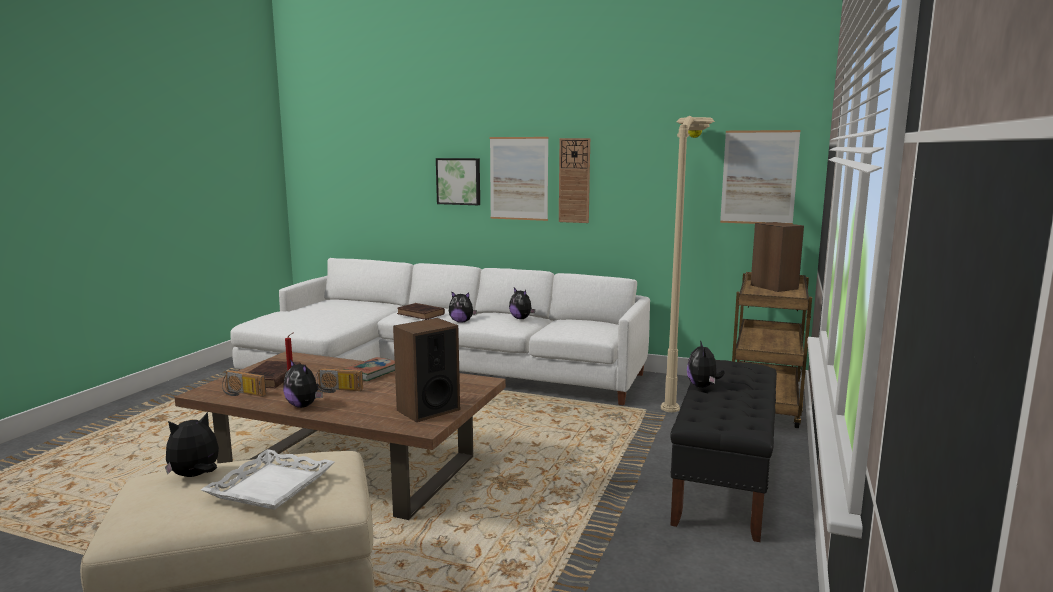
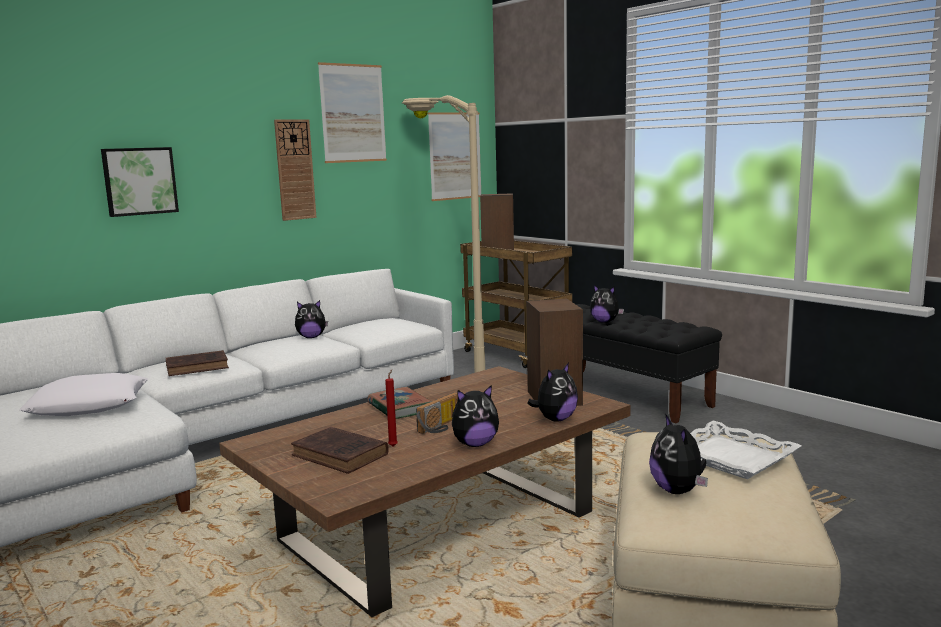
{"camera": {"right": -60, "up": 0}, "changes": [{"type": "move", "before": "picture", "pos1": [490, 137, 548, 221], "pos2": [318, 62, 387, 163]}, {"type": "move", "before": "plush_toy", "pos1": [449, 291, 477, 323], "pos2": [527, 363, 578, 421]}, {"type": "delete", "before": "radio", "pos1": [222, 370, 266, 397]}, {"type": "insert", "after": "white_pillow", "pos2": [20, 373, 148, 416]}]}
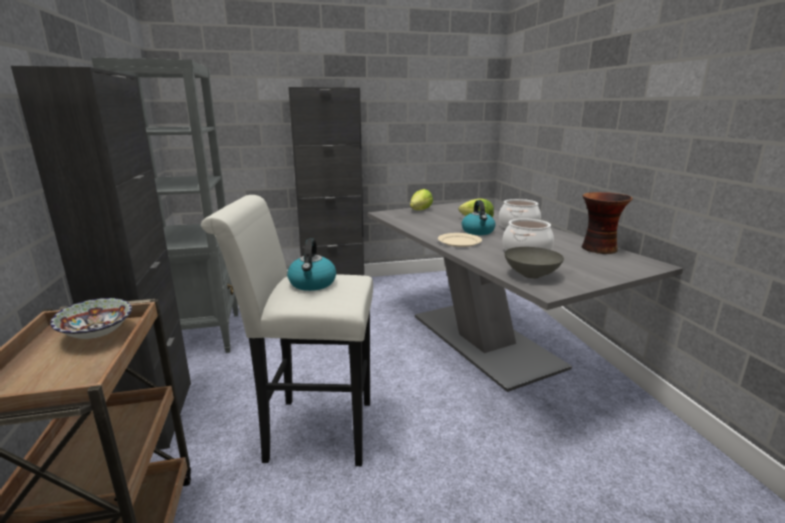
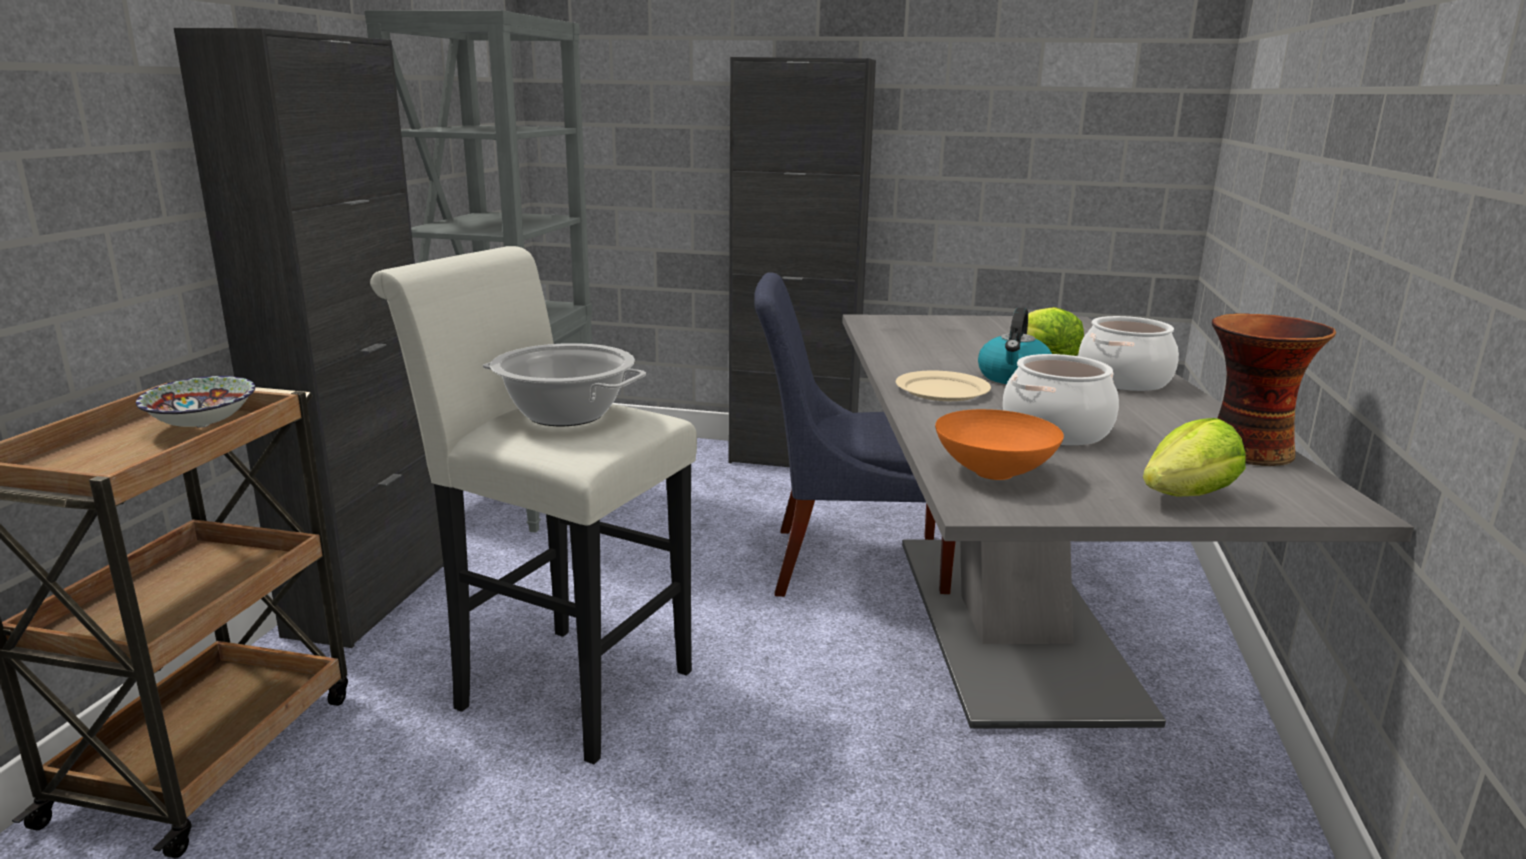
{"camera": {"right": 25, "up": 0}, "changes": [{"type": "move", "before": "lettuce", "pos1": [410, 189, 433, 210], "pos2": [1143, 418, 1246, 497]}, {"type": "replace", "before": "kettle", "after": "cooking_pot", "pos1": [287, 239, 336, 291], "pos2": [483, 343, 646, 426]}, {"type": "recolor", "before": "grey_bowl", "after": "orange_bowl", "pos1": [504, 247, 564, 278], "pos2": [935, 409, 1064, 480]}, {"type": "insert", "after": "blue_chair", "pos2": [754, 272, 956, 597]}]}
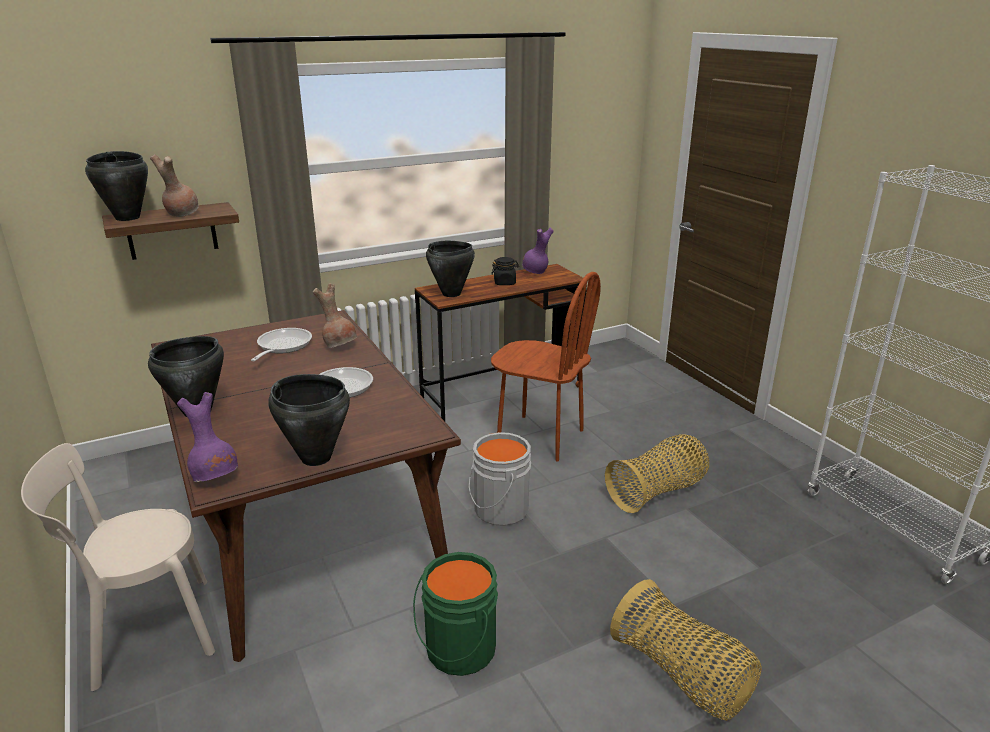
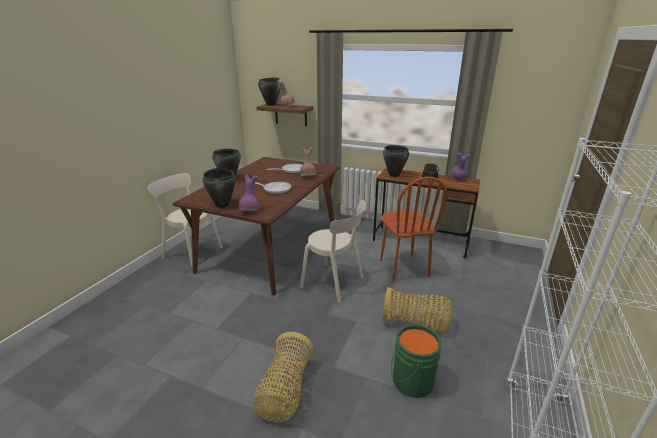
{"camera": {"right": 50, "up": 0}, "changes": [{"type": "move", "before": "purple_vase", "pos1": [177, 392, 238, 482], "pos2": [239, 175, 259, 211]}, {"type": "replace", "before": "grey_bucket", "after": "beige_chair", "pos1": [469, 432, 531, 526], "pos2": [300, 200, 366, 303]}, {"type": "move", "before": "green_bucket", "pos1": [413, 552, 498, 676], "pos2": [391, 324, 442, 398]}]}
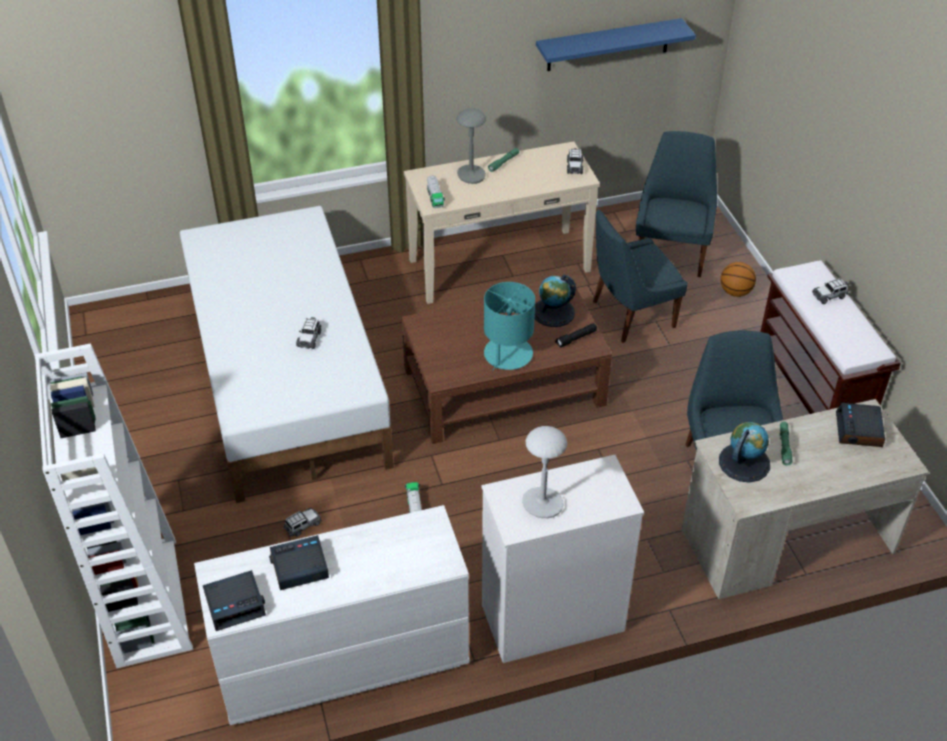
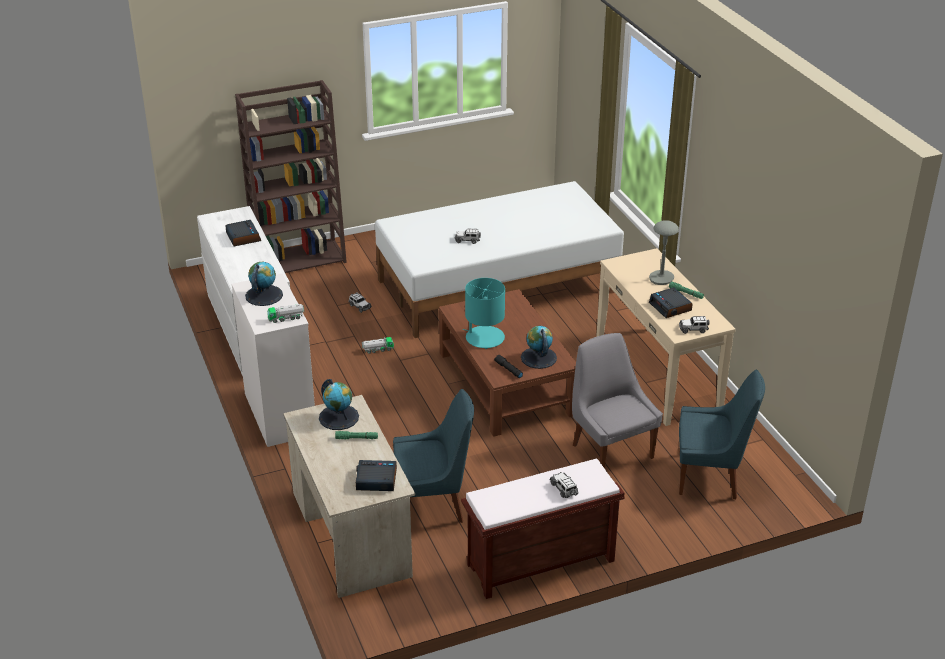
{"camera": {"right": 85, "up": -10}, "changes": [{"type": "delete", "before": "blue_shelf", "pos1": [536, 18, 696, 71]}, {"type": "move", "before": "toy_truck", "pos1": [427, 176, 445, 208], "pos2": [267, 304, 304, 323]}, {"type": "recolor", "before": "blue_chair", "after": "grey_chair", "pos1": [593, 209, 688, 343], "pos2": [572, 333, 663, 469]}, {"type": "delete", "before": "basketball", "pos1": [721, 262, 756, 297]}, {"type": "recolor", "before": "white_bookcase", "after": "brown_bookcase", "pos1": [34, 343, 193, 668], "pos2": [235, 80, 347, 273]}, {"type": "replace", "before": "grey_table_lamp", "after": "globe", "pos1": [522, 426, 567, 518], "pos2": [245, 262, 283, 306]}, {"type": "move", "before": "alarm_clock", "pos1": [203, 570, 266, 631], "pos2": [649, 288, 693, 318]}]}
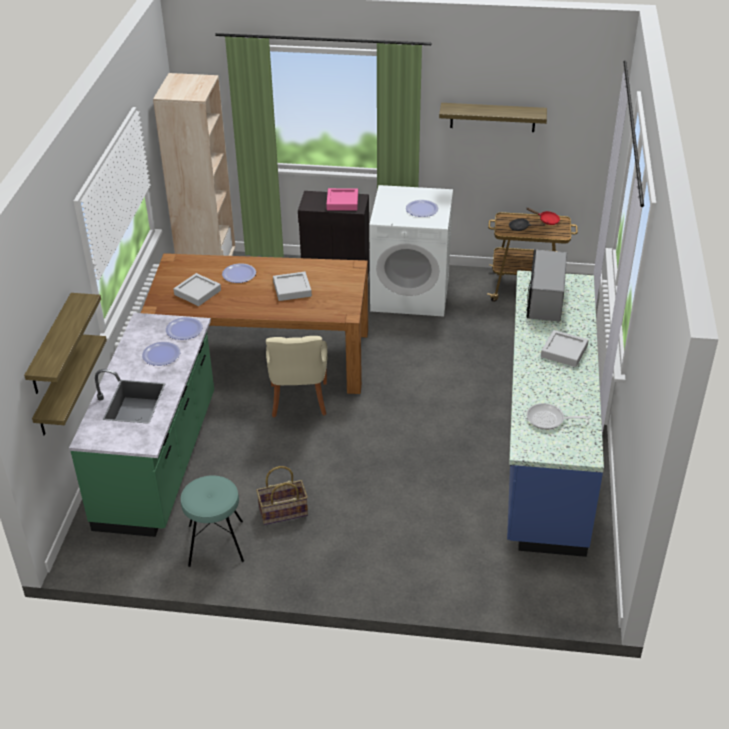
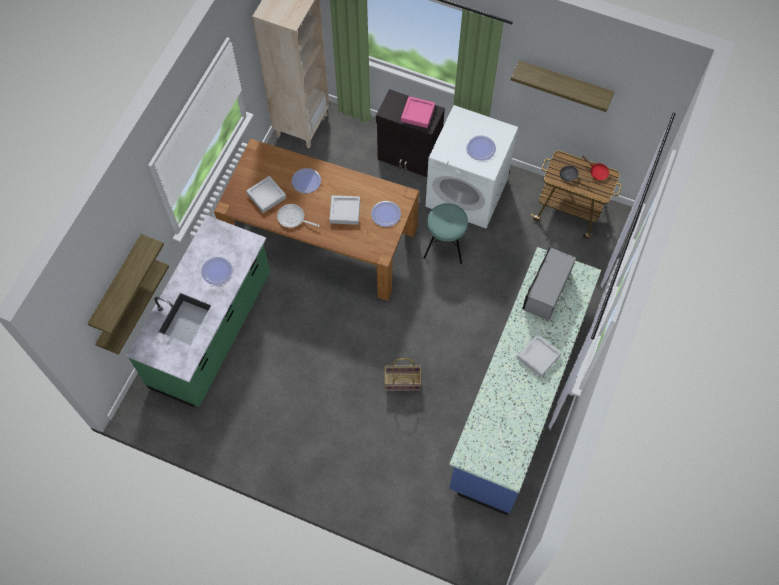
{"camera": {"right": 15, "up": 25}, "changes": [{"type": "move", "before": "plate", "pos1": [166, 317, 203, 340], "pos2": [371, 201, 401, 227]}, {"type": "delete", "before": "beige_chair", "pos1": [266, 336, 327, 417]}, {"type": "move", "before": "frying_pan", "pos1": [526, 403, 591, 430], "pos2": [277, 204, 320, 228]}, {"type": "move", "before": "basket", "pos1": [256, 466, 308, 525], "pos2": [385, 358, 422, 391]}, {"type": "move", "before": "turquoise_stool", "pos1": [181, 475, 244, 567], "pos2": [424, 203, 468, 264]}]}
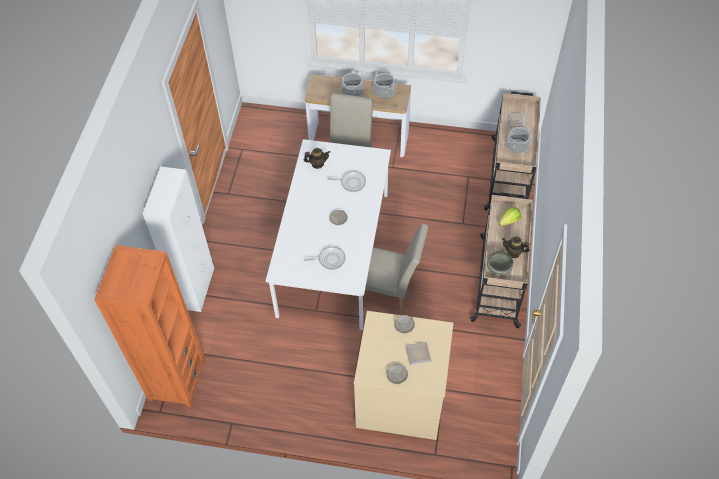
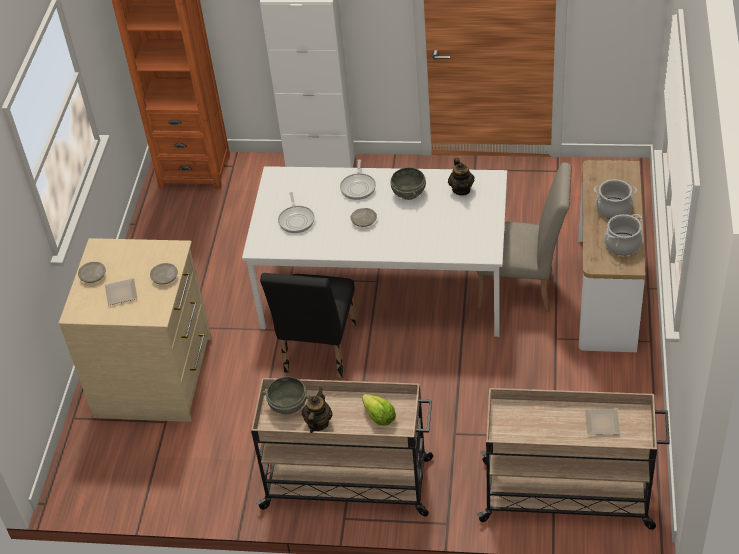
{"camera": {"right": 90, "up": -10}, "changes": [{"type": "delete", "before": "cooking_pot", "pos1": [506, 127, 531, 153]}, {"type": "move", "before": "frying_pan", "pos1": [327, 171, 366, 192], "pos2": [340, 160, 376, 200]}, {"type": "recolor", "before": "beige_chair", "after": "black_chair", "pos1": [356, 224, 428, 315], "pos2": [260, 273, 357, 378]}, {"type": "insert", "after": "grey_bowl", "pos2": [390, 168, 426, 200]}]}
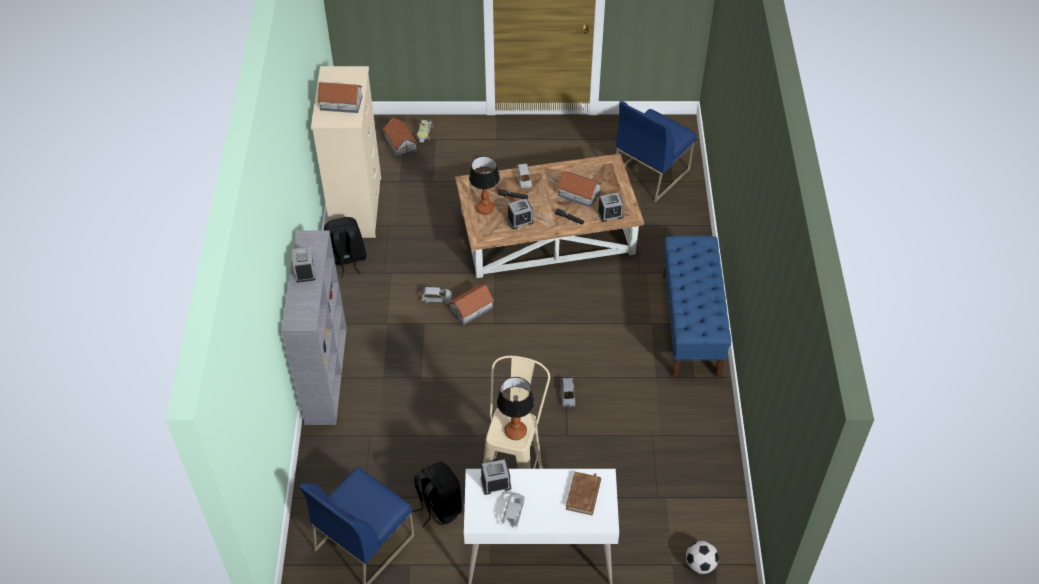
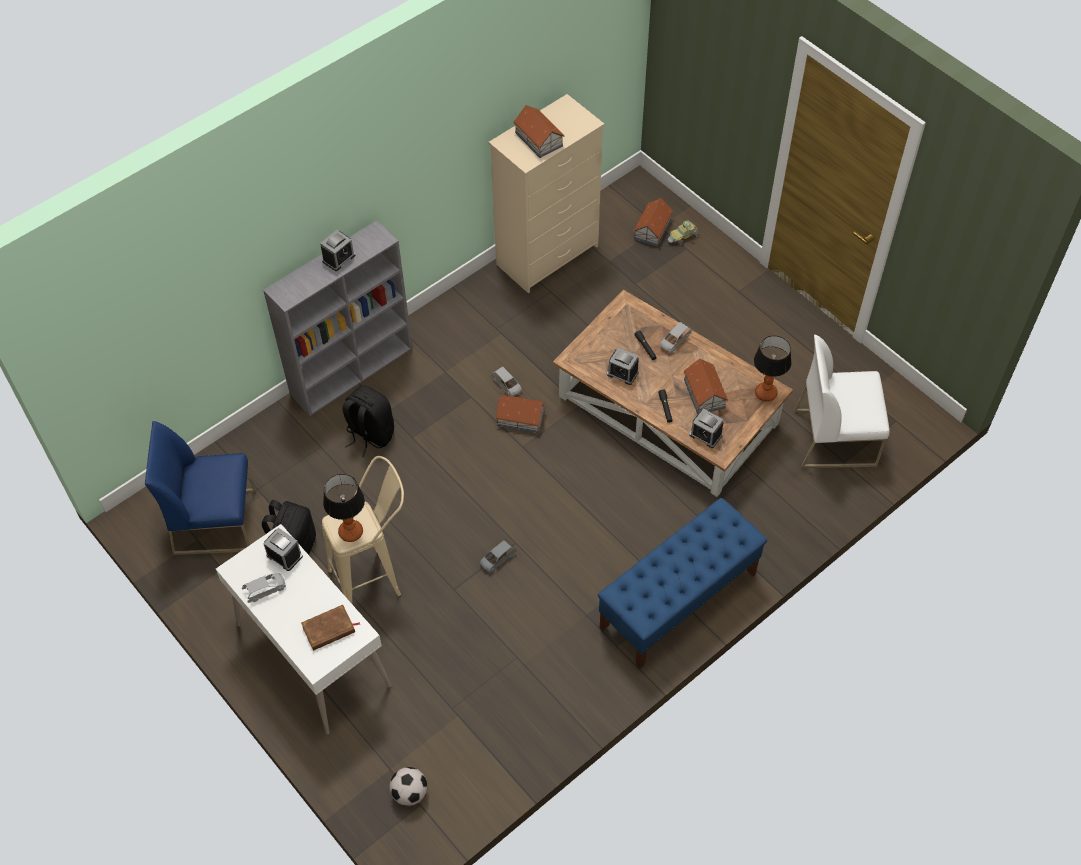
{"camera": {"right": 50, "up": 5}, "changes": [{"type": "recolor", "before": "blue_chair", "after": "white_chair", "pos1": [616, 101, 696, 202], "pos2": [794, 335, 890, 468]}, {"type": "move", "before": "table_lamp", "pos1": [469, 156, 500, 215], "pos2": [754, 336, 791, 402]}, {"type": "move", "before": "black_backpack", "pos1": [324, 217, 366, 277], "pos2": [343, 386, 394, 457]}]}
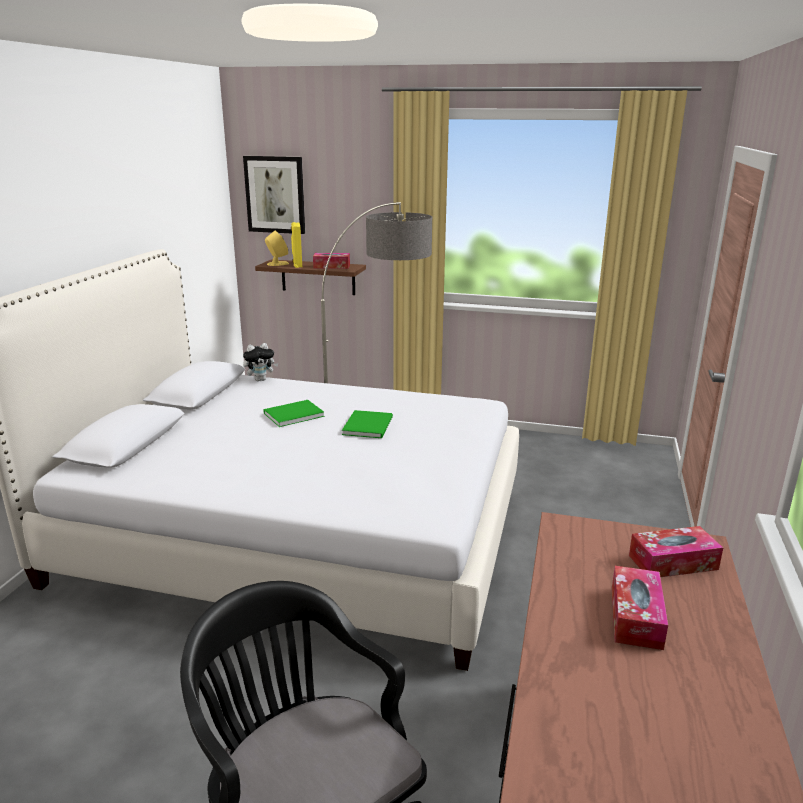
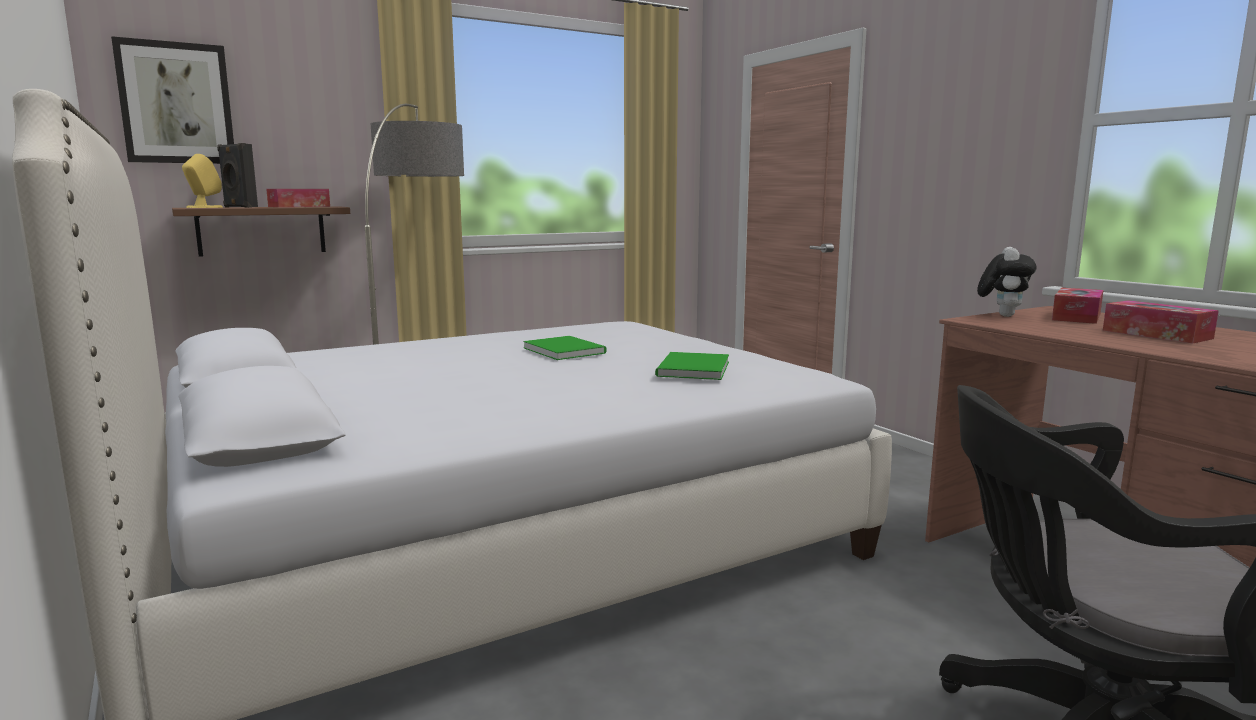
{"camera": {"right": -45, "up": -10}, "changes": [{"type": "recolor", "before": "yellow_speaker", "after": "black_speaker", "pos1": [291, 222, 302, 268], "pos2": [217, 143, 258, 208]}, {"type": "move", "before": "plush_toy", "pos1": [243, 343, 278, 381], "pos2": [977, 247, 1037, 317]}, {"type": "move", "before": "green_book", "pos1": [263, 400, 325, 427], "pos2": [655, 352, 729, 380]}]}
